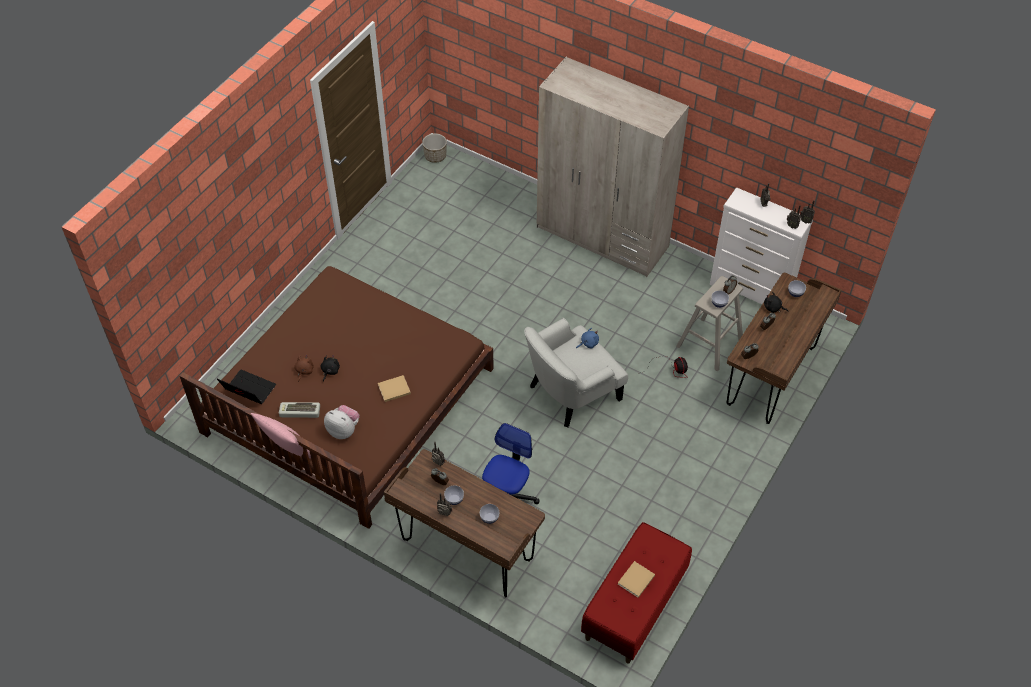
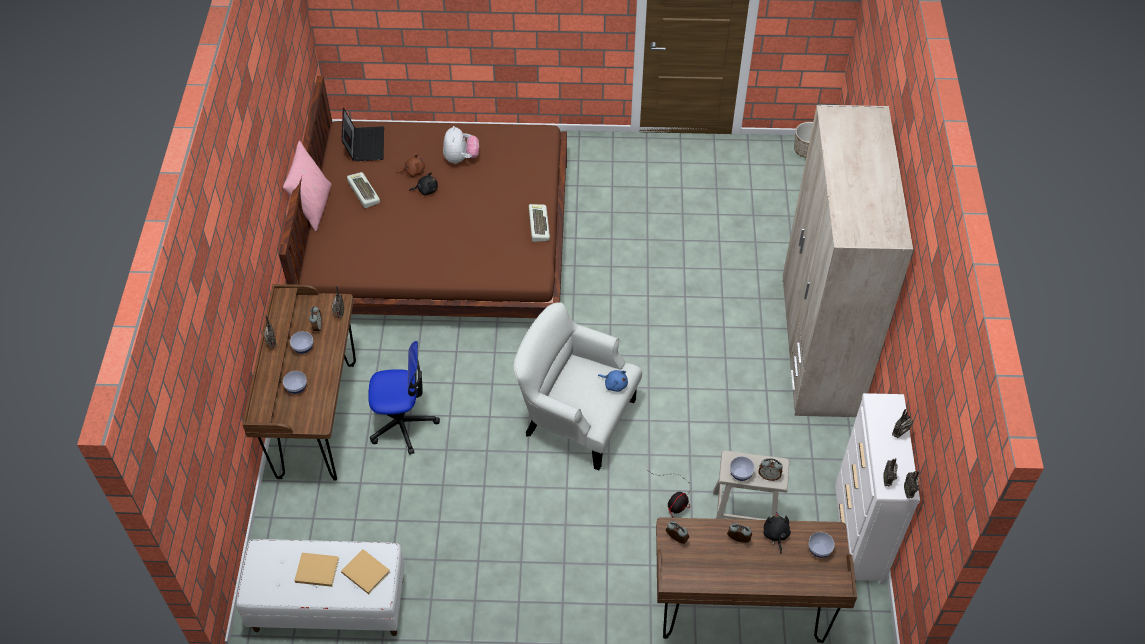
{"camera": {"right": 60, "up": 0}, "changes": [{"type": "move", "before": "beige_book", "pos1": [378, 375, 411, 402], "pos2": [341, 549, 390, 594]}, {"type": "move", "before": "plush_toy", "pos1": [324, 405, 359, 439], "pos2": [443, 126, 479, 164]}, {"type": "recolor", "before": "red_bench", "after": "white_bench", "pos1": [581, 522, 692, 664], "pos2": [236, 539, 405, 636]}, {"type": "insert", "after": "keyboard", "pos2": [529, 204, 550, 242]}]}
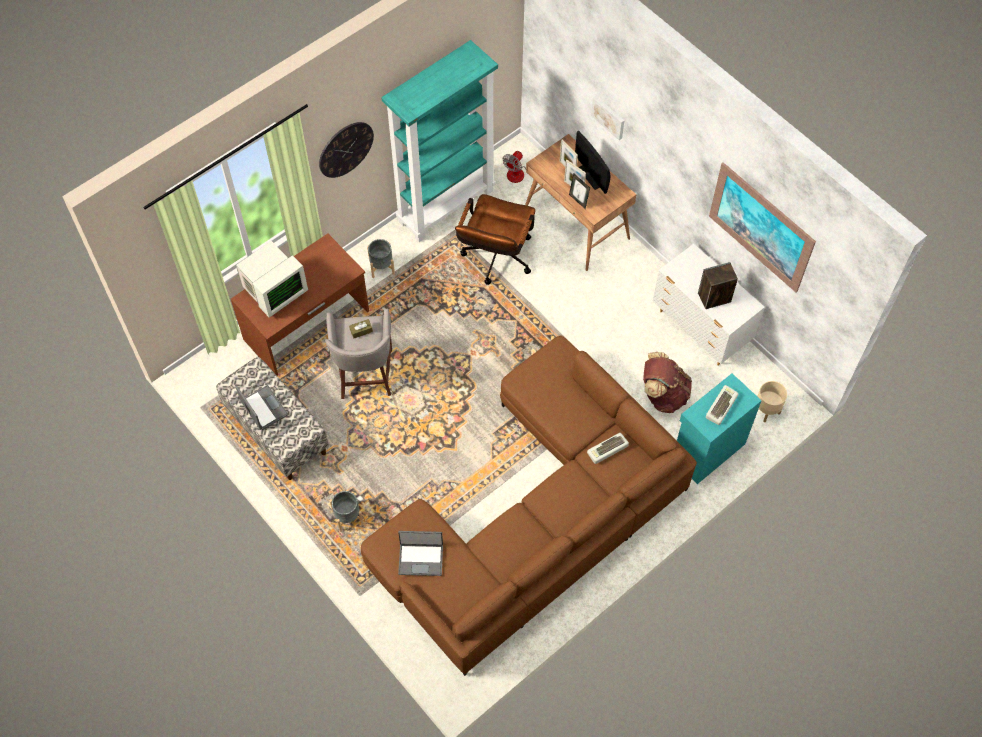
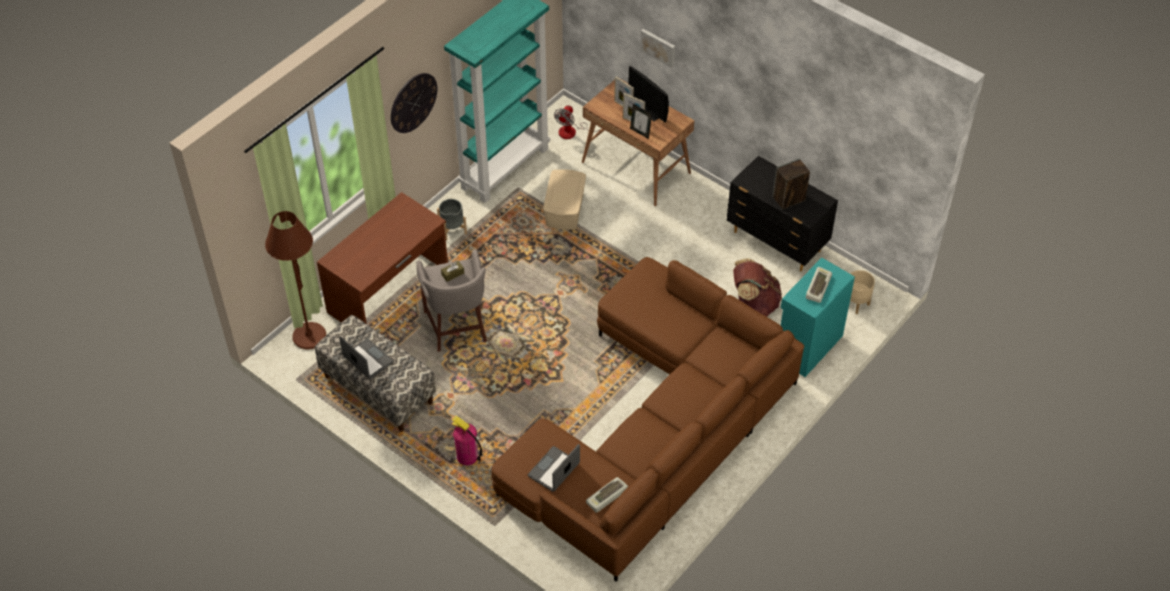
{"camera": {"right": -10, "up": -10}, "changes": [{"type": "delete", "before": "picture", "pos1": [709, 163, 816, 292]}, {"type": "replace", "before": "brown_office_chair", "after": "beige_storage_box", "pos1": [455, 194, 536, 285], "pos2": [543, 169, 586, 230]}, {"type": "delete", "before": "monitor", "pos1": [236, 241, 308, 318]}, {"type": "recolor", "before": "white_dresser", "after": "black_dresser", "pos1": [653, 244, 765, 366], "pos2": [727, 156, 838, 271]}, {"type": "move", "before": "keyboard", "pos1": [587, 433, 629, 464], "pos2": [586, 477, 628, 513]}, {"type": "replace", "before": "grey_planter", "after": "fire_extinguisher", "pos1": [329, 491, 364, 532], "pos2": [451, 415, 482, 465]}, {"type": "rotate", "before": "laptop", "pos1": [398, 531, 443, 576], "pos2": [528, 444, 580, 492], "turn": 135}, {"type": "insert", "after": "brown_floor_lamp", "pos2": [265, 211, 326, 349]}]}
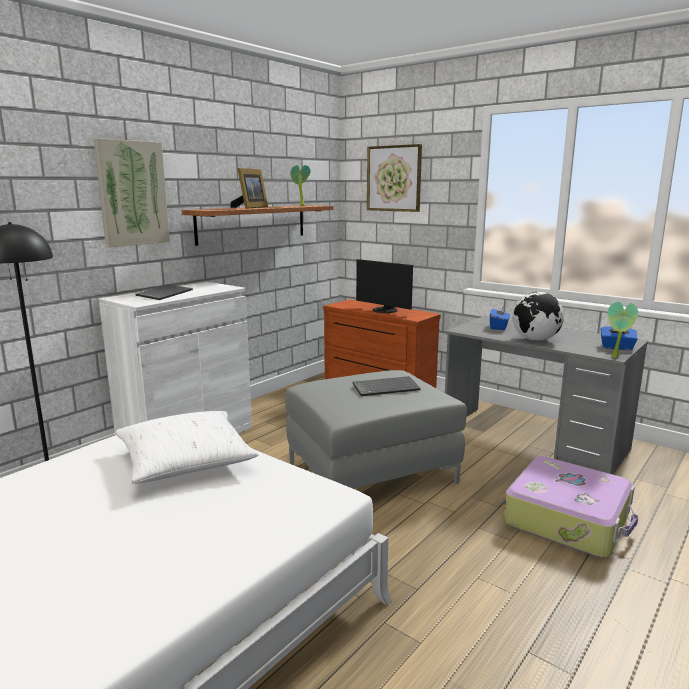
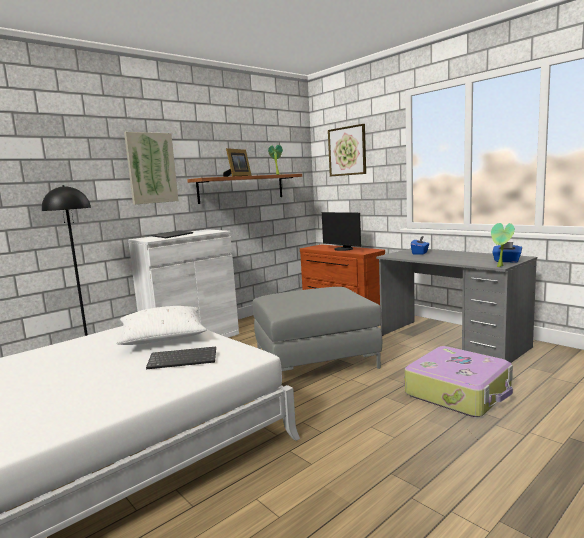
{"camera": {"right": 10, "up": -5}, "changes": [{"type": "delete", "before": "globe", "pos1": [512, 292, 564, 341]}, {"type": "move", "before": "keyboard", "pos1": [352, 376, 421, 396], "pos2": [146, 347, 216, 369]}]}
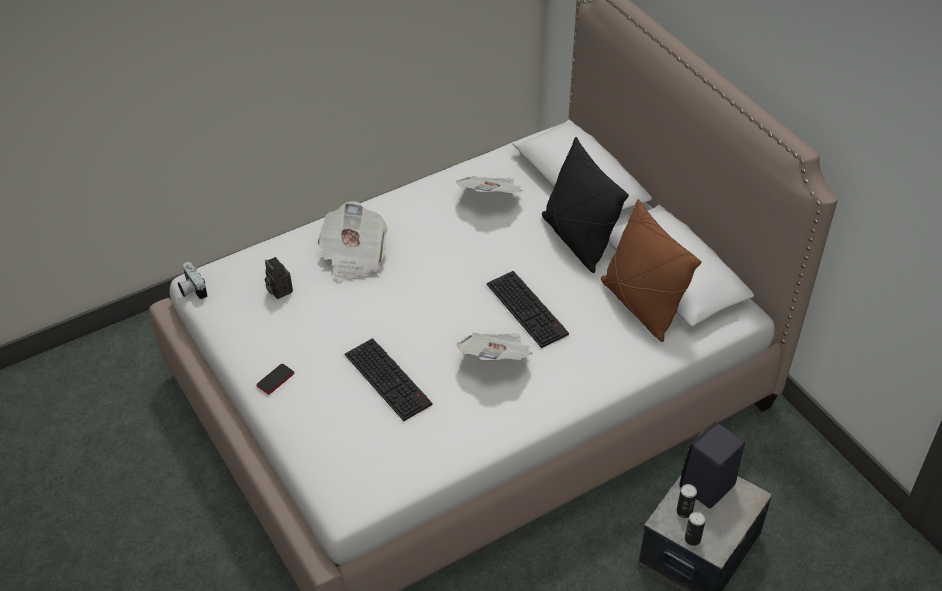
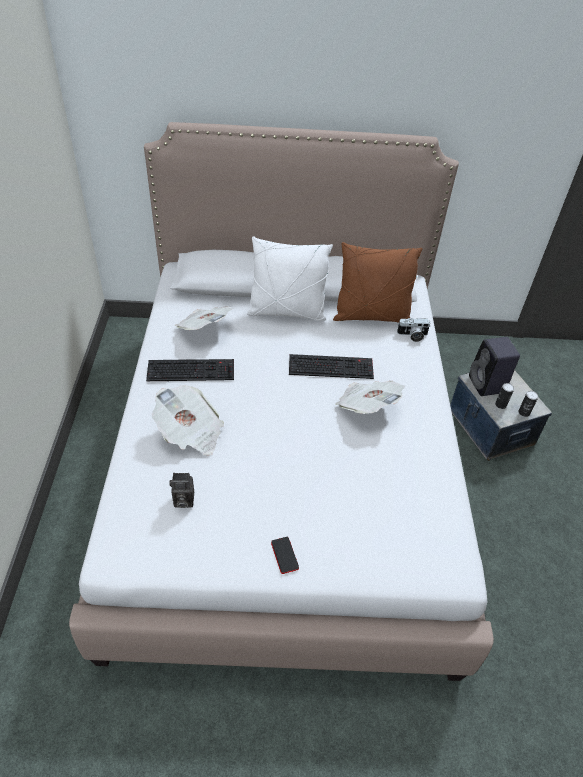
{"camera": {"right": -60, "up": 0}, "changes": [{"type": "recolor", "before": "black_pillow", "after": "white_pillow", "pos1": [542, 137, 629, 273], "pos2": [247, 236, 333, 321]}, {"type": "move", "before": "photo_camera", "pos1": [178, 262, 207, 300], "pos2": [397, 318, 431, 342]}, {"type": "move", "before": "keyboard", "pos1": [345, 338, 432, 421], "pos2": [146, 359, 234, 381]}]}
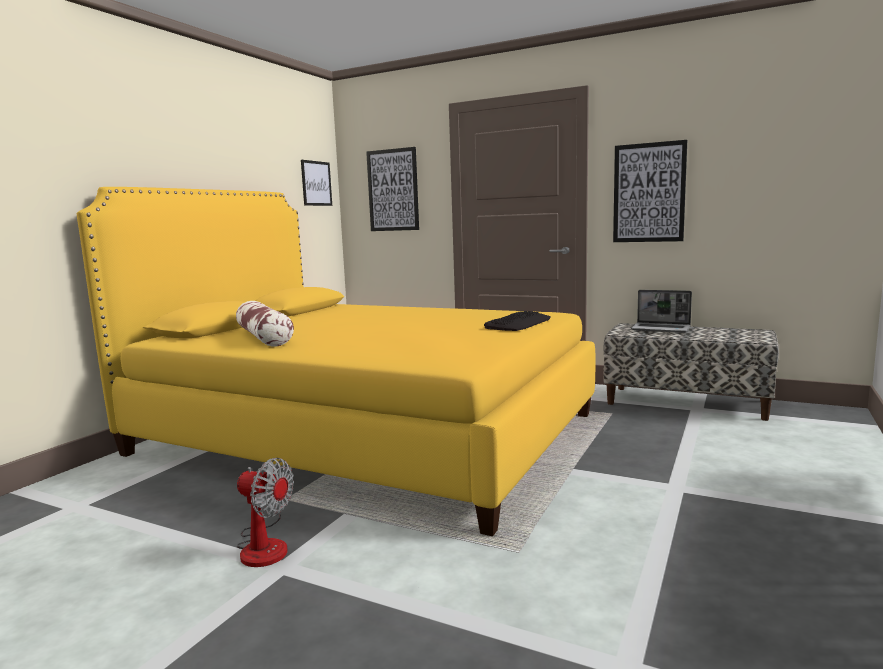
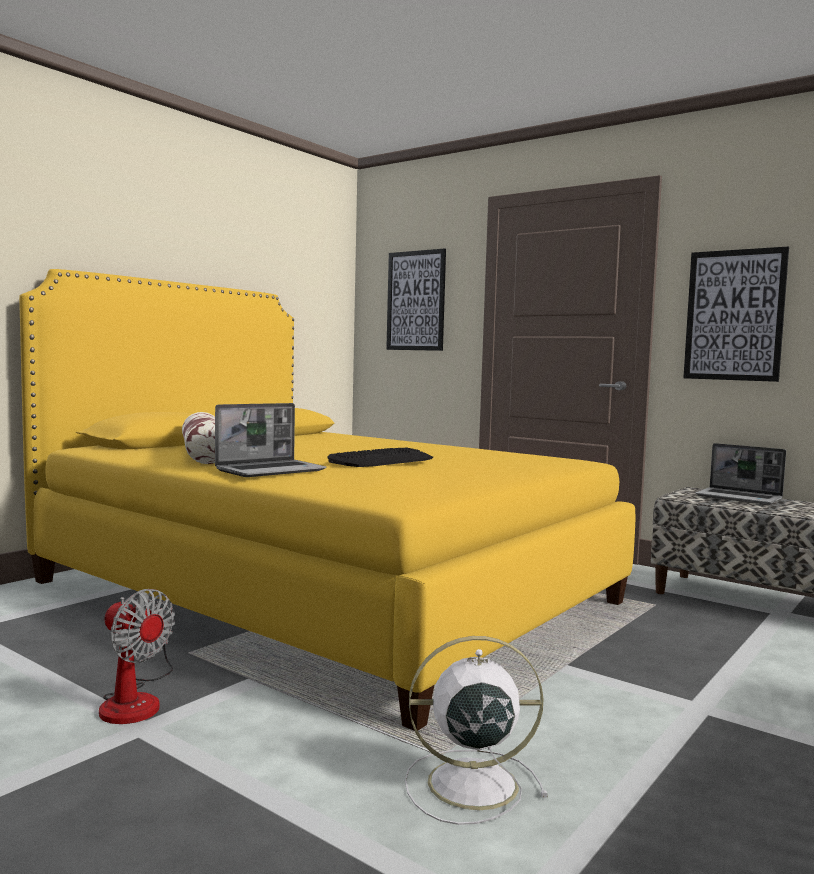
{"camera": {"right": 10, "up": -5}, "changes": [{"type": "delete", "before": "picture", "pos1": [301, 160, 332, 206]}, {"type": "move", "before": "keyboard", "pos1": [484, 311, 551, 331], "pos2": [328, 447, 433, 467]}, {"type": "insert", "after": "laptop", "pos2": [215, 403, 326, 477]}, {"type": "insert", "after": "white_fan", "pos2": [405, 636, 548, 825]}]}
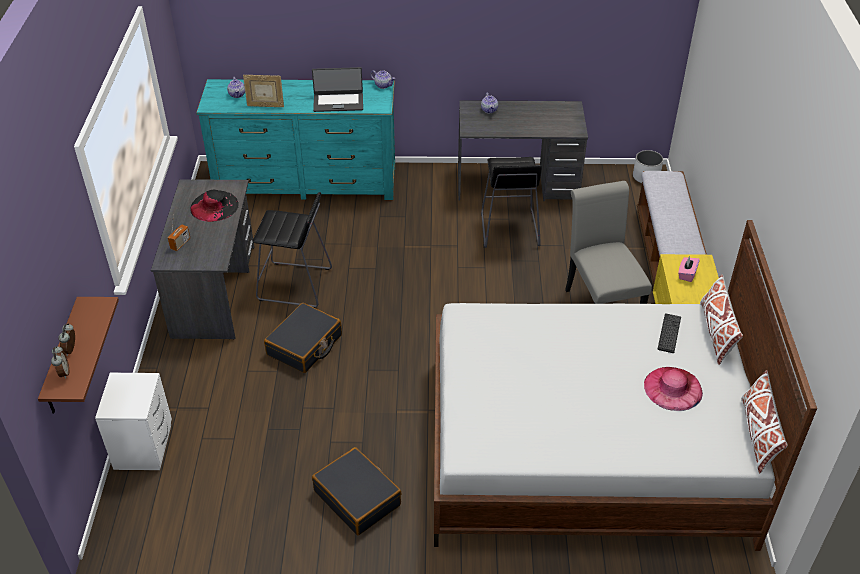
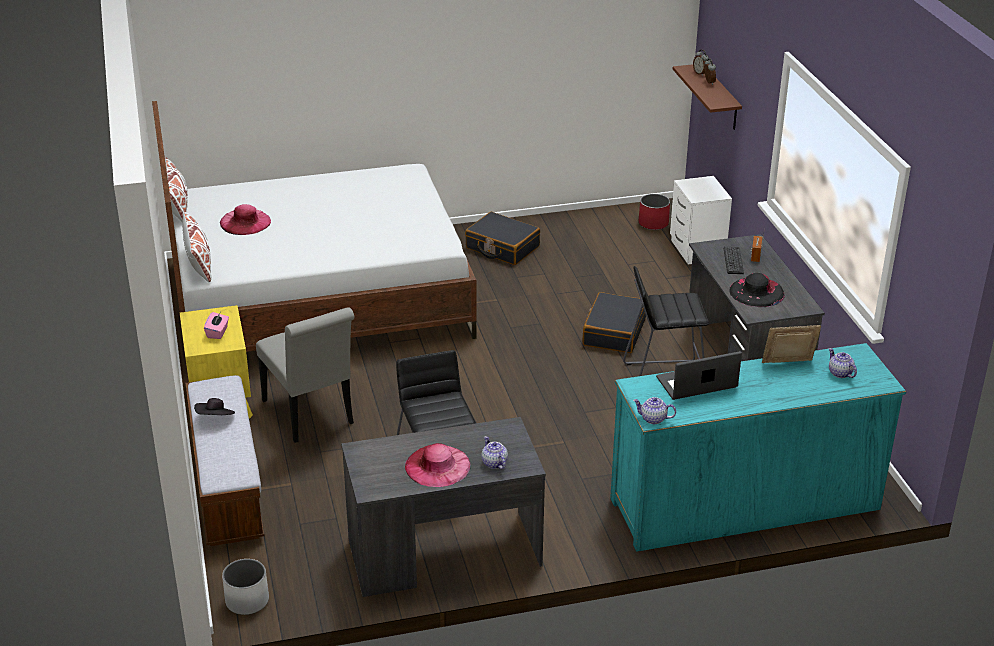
{"camera": {"right": 165, "up": -10}, "changes": [{"type": "move", "before": "keyboard", "pos1": [657, 313, 681, 353], "pos2": [724, 246, 744, 274]}, {"type": "insert", "after": "red_planter", "pos2": [639, 194, 670, 230]}, {"type": "insert", "after": "black_hat", "pos2": [194, 398, 235, 415]}, {"type": "insert", "after": "pink_hat", "pos2": [405, 443, 471, 487]}]}
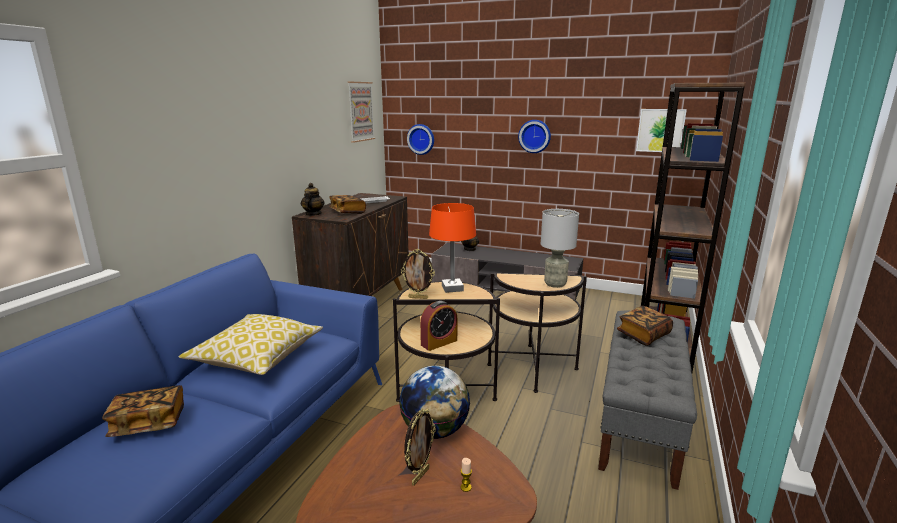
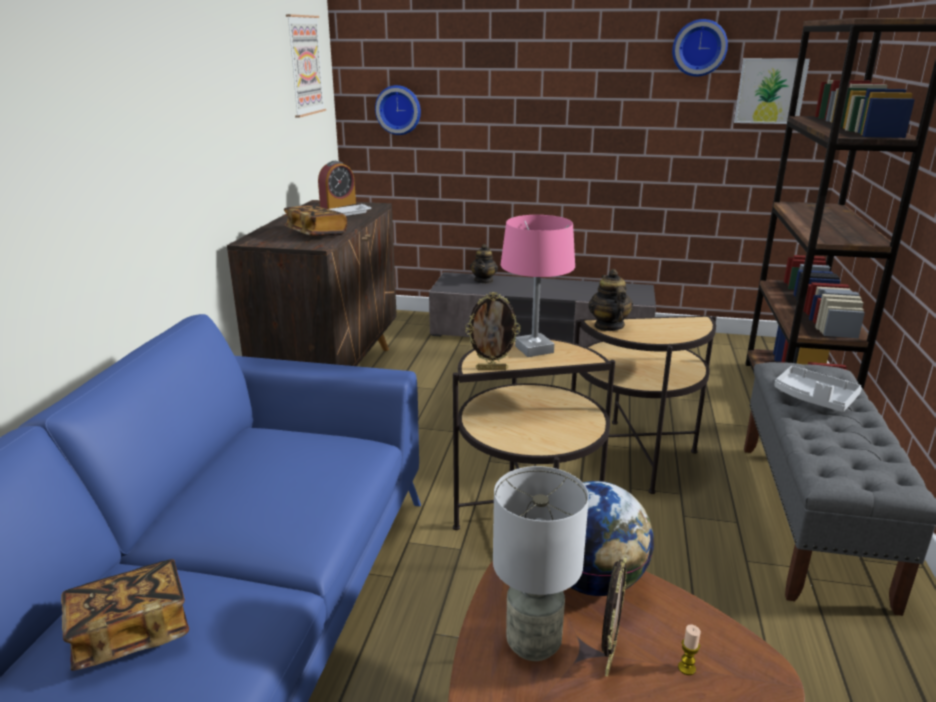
{"camera": {"right": -10, "up": 5}, "changes": [{"type": "move", "before": "wall_clock", "pos1": [518, 120, 551, 153], "pos2": [672, 19, 728, 77]}, {"type": "move", "before": "teapot", "pos1": [301, 183, 325, 216], "pos2": [589, 269, 633, 331]}, {"type": "recolor", "before": "orange_table_lamp", "after": "pink_table_lamp", "pos1": [429, 203, 476, 293], "pos2": [501, 215, 575, 357]}, {"type": "move", "before": "grey_table_lamp", "pos1": [541, 209, 579, 288], "pos2": [493, 466, 589, 661]}, {"type": "move", "before": "alarm_clock", "pos1": [420, 301, 457, 351], "pos2": [318, 161, 356, 209]}, {"type": "replace", "before": "book", "after": "grey_tray", "pos1": [617, 306, 673, 346], "pos2": [774, 366, 862, 412]}, {"type": "delete", "before": "pillow", "pos1": [178, 314, 323, 375]}]}
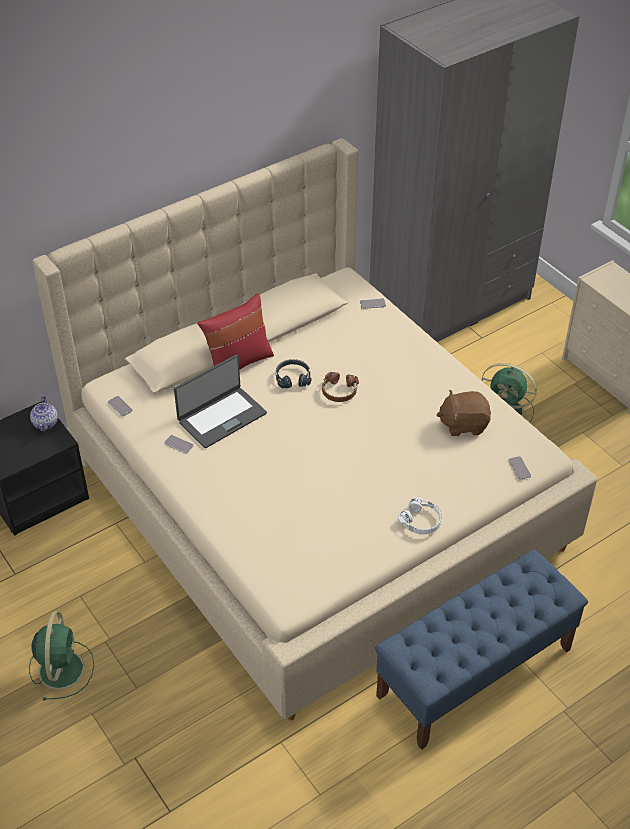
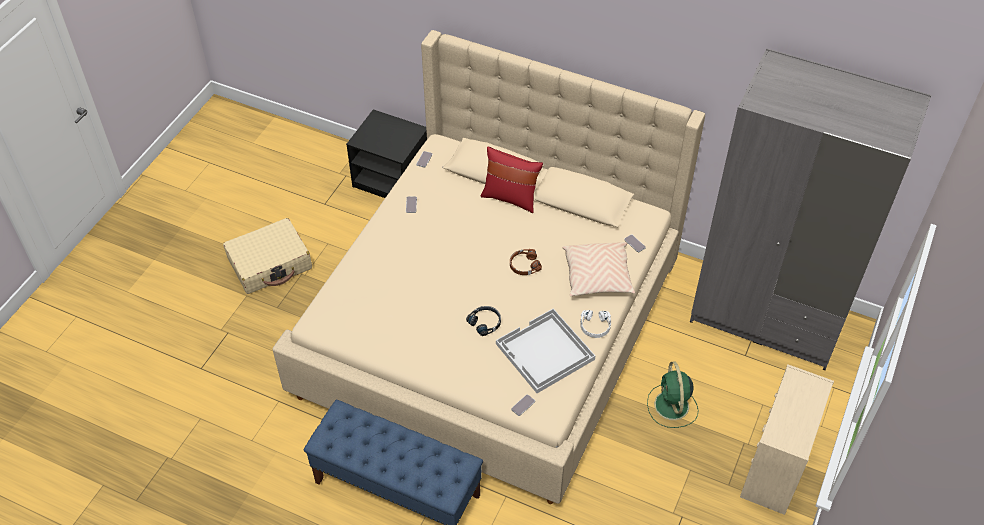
{"camera": {"right": 60, "up": 5}, "changes": [{"type": "delete", "before": "laptop", "pos1": [174, 354, 267, 448]}, {"type": "move", "before": "black_headphones", "pos1": [276, 359, 312, 389], "pos2": [466, 306, 501, 336]}, {"type": "replace", "before": "brown_plush_toy", "after": "white_tray", "pos1": [437, 390, 491, 436], "pos2": [496, 308, 595, 393]}, {"type": "delete", "before": "teapot", "pos1": [30, 396, 58, 432]}, {"type": "move", "before": "white_headphones", "pos1": [398, 497, 442, 534], "pos2": [580, 310, 611, 338]}, {"type": "replace", "before": "green_fan", "after": "beige_suitcase", "pos1": [29, 612, 94, 700], "pos2": [223, 218, 312, 294]}, {"type": "insert", "after": "beige_pillow", "pos2": [562, 242, 635, 296]}]}
